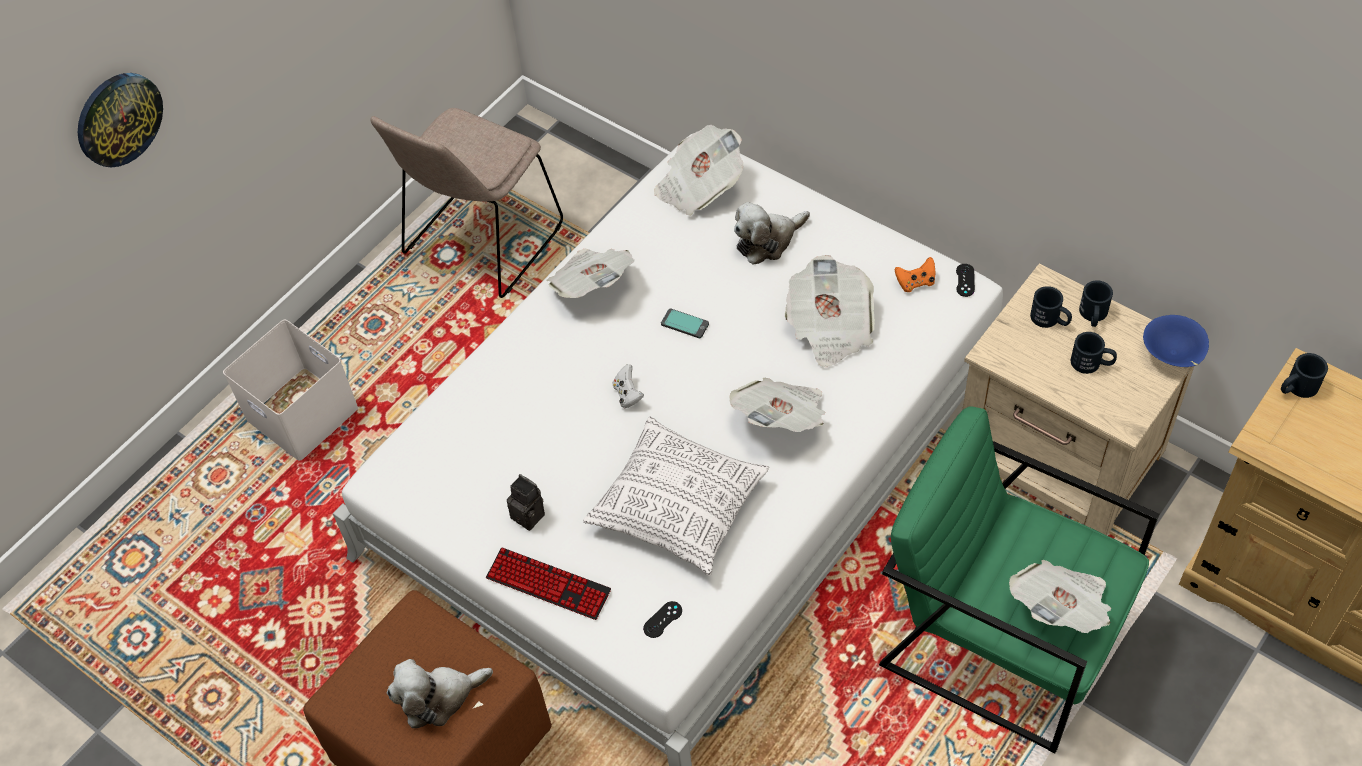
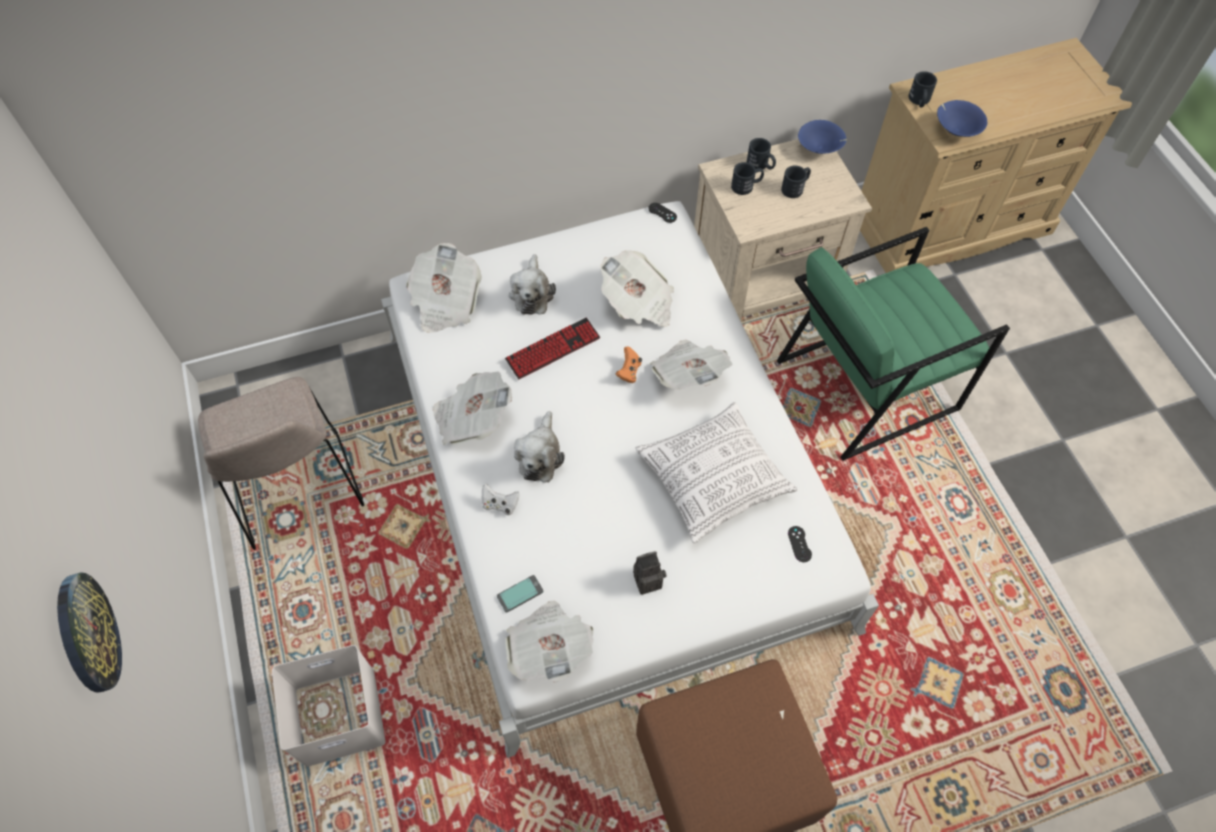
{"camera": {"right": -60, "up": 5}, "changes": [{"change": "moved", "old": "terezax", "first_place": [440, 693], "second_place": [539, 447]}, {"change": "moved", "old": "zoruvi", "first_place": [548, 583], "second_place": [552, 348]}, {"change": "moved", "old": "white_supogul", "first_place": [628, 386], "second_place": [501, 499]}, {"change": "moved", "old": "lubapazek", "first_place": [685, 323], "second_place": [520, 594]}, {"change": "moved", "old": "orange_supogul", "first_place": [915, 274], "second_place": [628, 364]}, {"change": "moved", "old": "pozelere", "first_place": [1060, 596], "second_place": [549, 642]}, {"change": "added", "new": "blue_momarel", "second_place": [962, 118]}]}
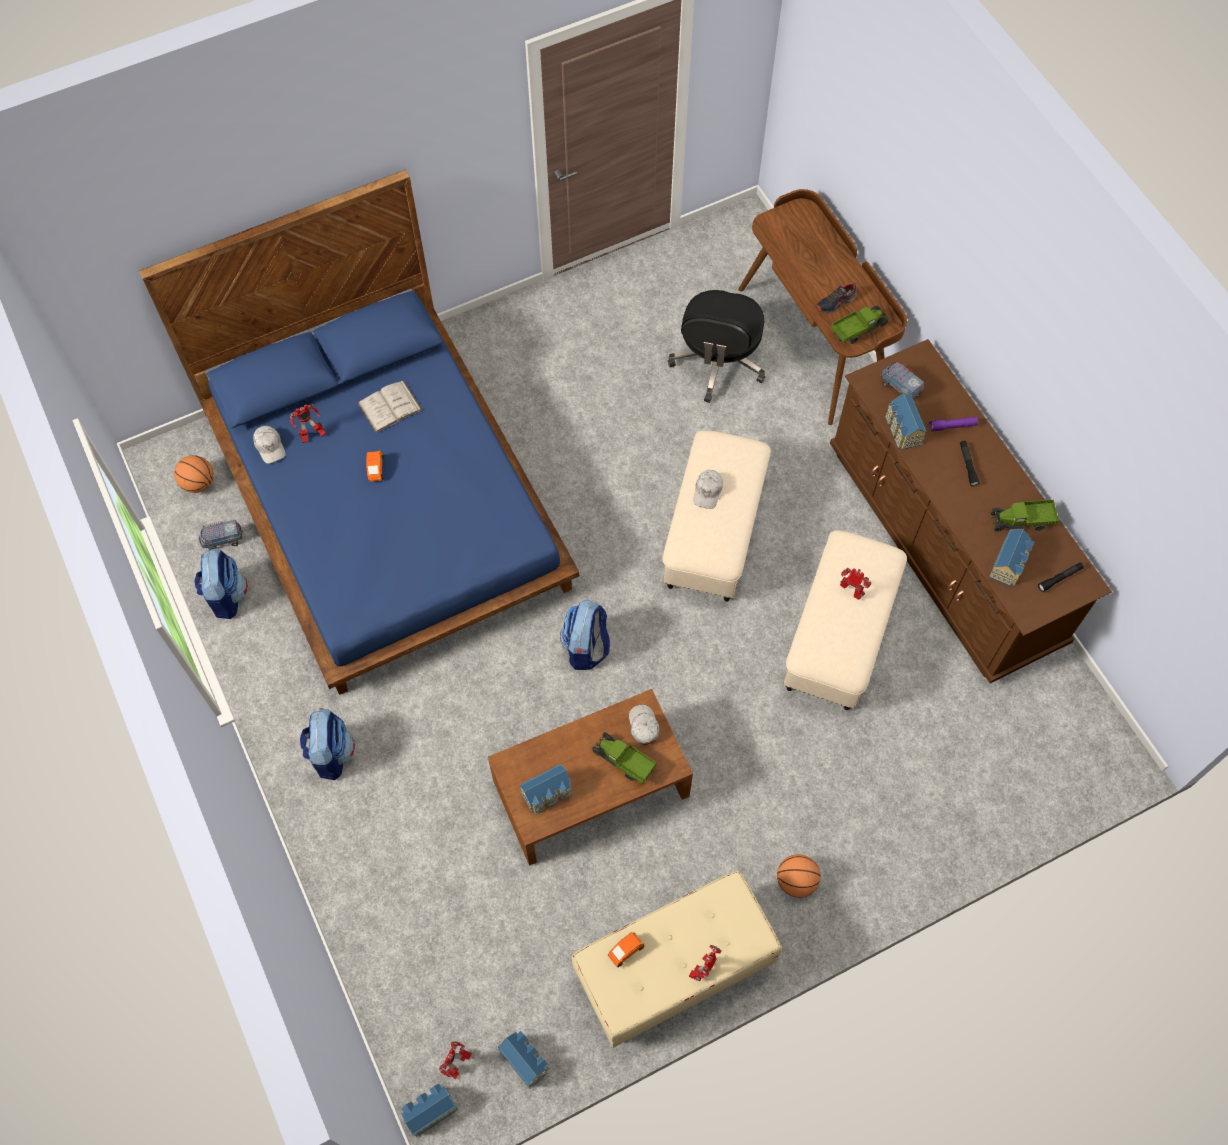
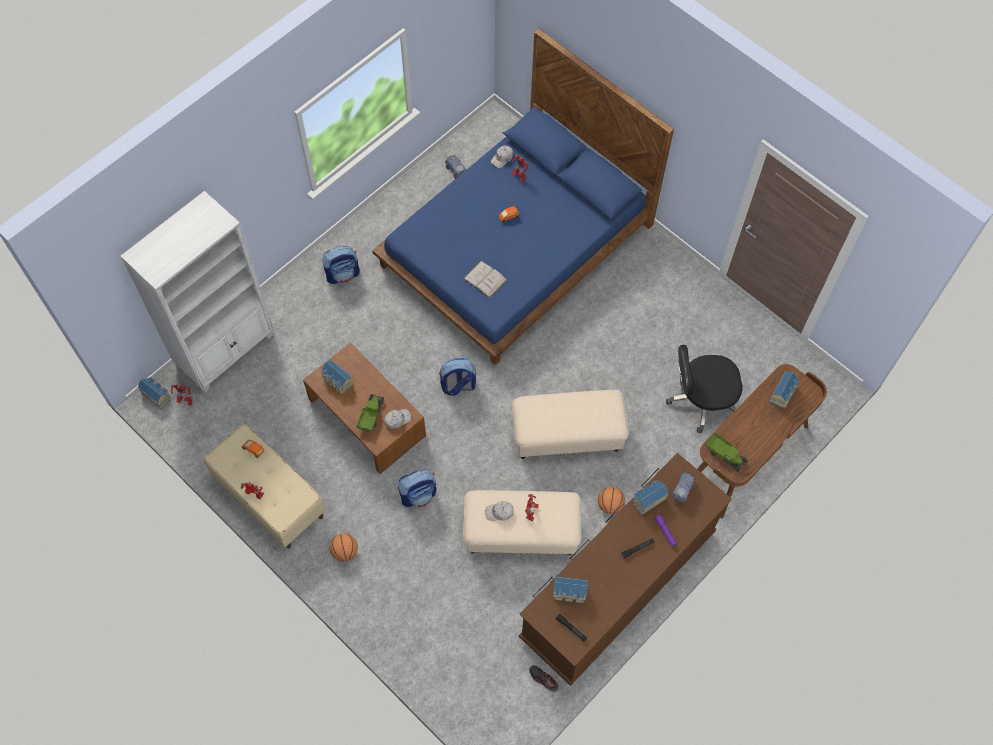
{"camera": {"right": 70, "up": 0}, "changes": [{"change": "moved", "old": "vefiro", "first_place": [194, 474], "second_place": [611, 500]}, {"change": "moved", "old": "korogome", "first_place": [221, 584], "second_place": [417, 488]}, {"change": "moved", "old": "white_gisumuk", "first_place": [390, 407], "second_place": [485, 279]}, {"change": "moved", "old": "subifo", "first_place": [523, 1060], "second_place": [784, 389]}, {"change": "moved", "old": "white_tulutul", "first_place": [708, 489], "second_place": [499, 511]}, {"change": "moved", "old": "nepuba", "first_place": [836, 297], "second_place": [544, 678]}, {"change": "removed", "old": "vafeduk", "first_place": [1024, 516]}, {"change": "added", "new": "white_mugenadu", "second_place": [197, 292]}]}
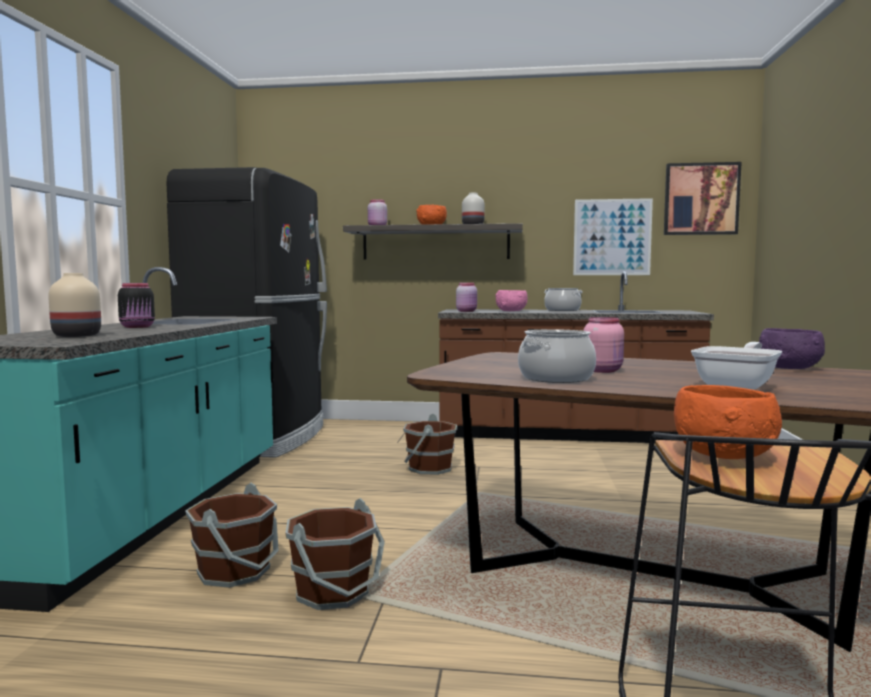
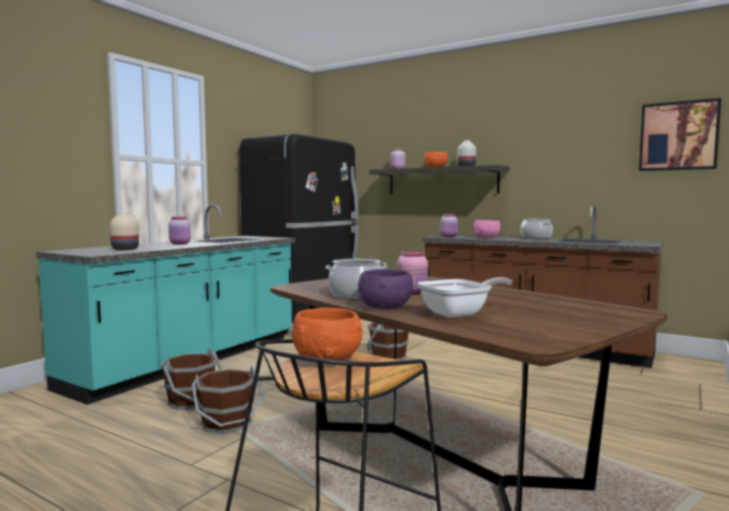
{"camera": {"right": 25, "up": 0}, "changes": [{"change": "recoloured", "old": "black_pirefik", "new": "pink_pirefik", "first_place": [136, 305], "second_place": [180, 230]}, {"change": "removed", "old": "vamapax", "first_place": [613, 236]}, {"change": "moved", "old": "purple_momarel", "first_place": [792, 348], "second_place": [385, 289]}]}
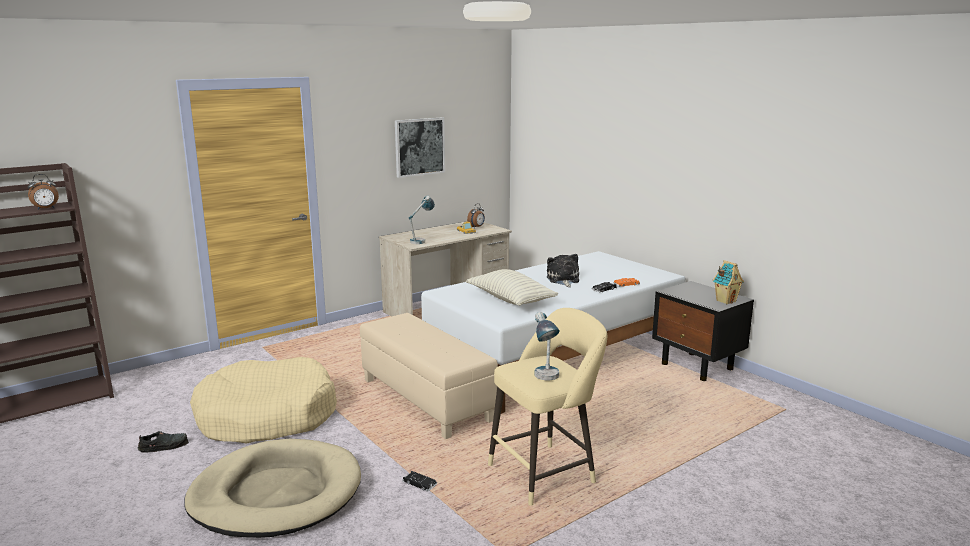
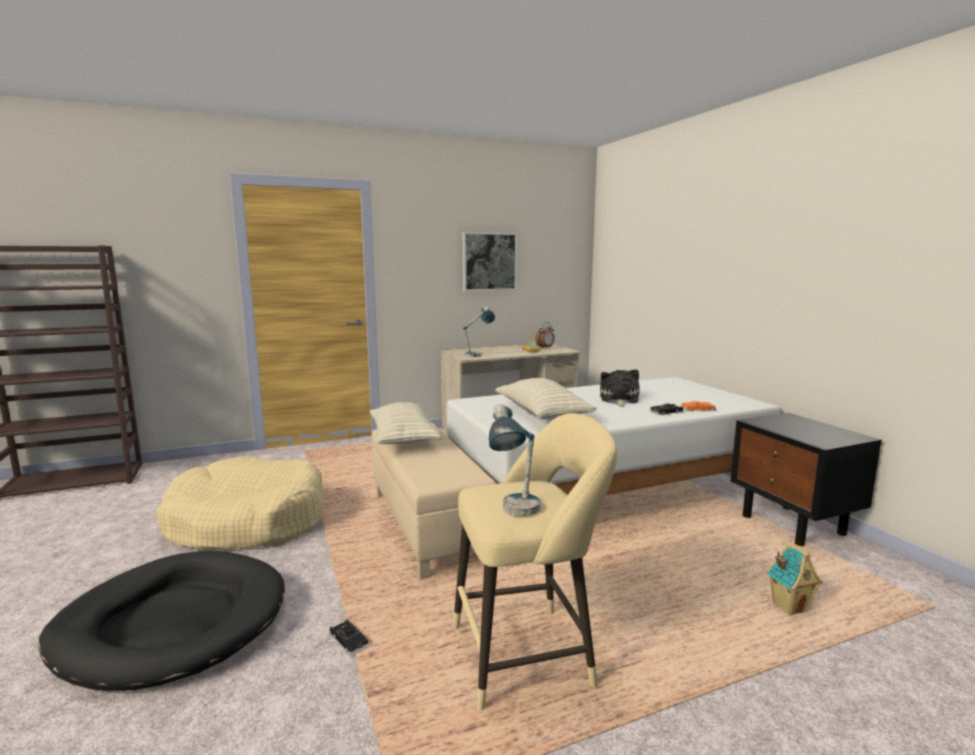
{"camera": {"right": 15, "up": -5}, "changes": [{"change": "removed", "old": "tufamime", "first_place": [43, 192]}, {"change": "removed", "old": "black_nepuba", "first_place": [163, 442]}, {"change": "recoloured", "old": "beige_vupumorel", "new": "black_vupumorel", "first_place": [272, 488], "second_place": [162, 621]}, {"change": "moved", "old": "subifo", "first_place": [728, 282], "second_place": [794, 578]}, {"change": "added", "new": "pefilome", "second_place": [406, 423]}]}
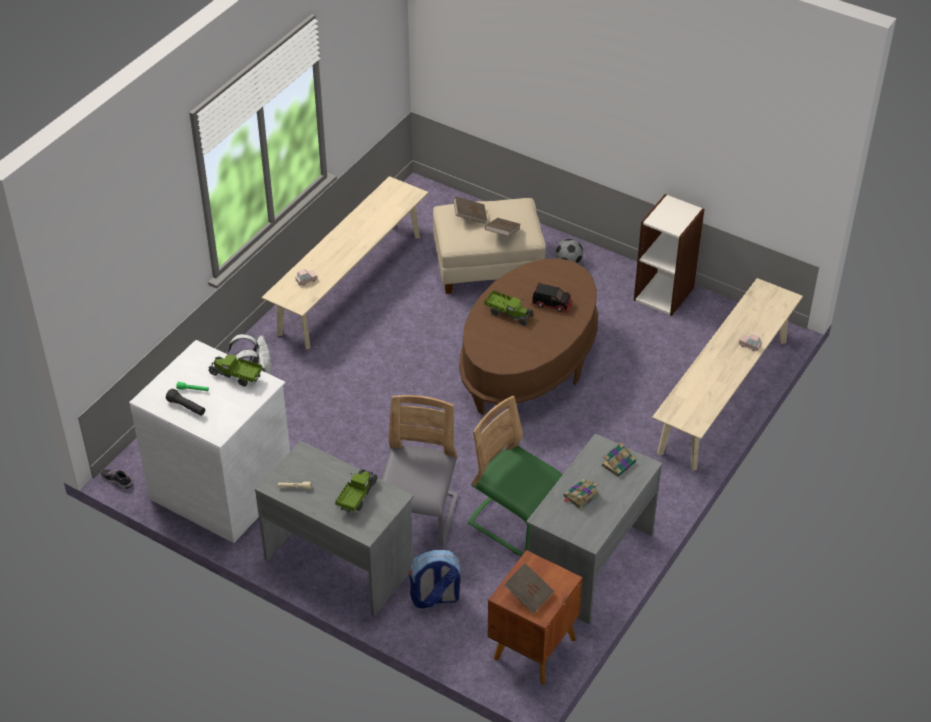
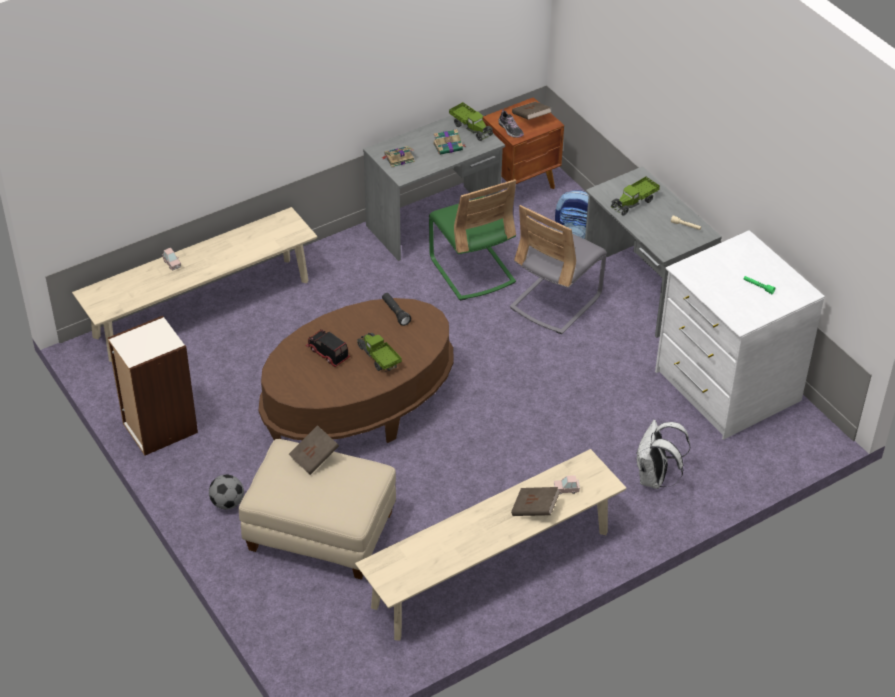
{"camera": {"right": -155, "up": 0}, "changes": [{"change": "moved", "old": "nepuba", "first_place": [117, 479], "second_place": [511, 123]}, {"change": "moved", "old": "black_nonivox", "first_place": [185, 402], "second_place": [396, 309]}, {"change": "moved", "old": "vafeduk", "first_place": [235, 370], "second_place": [471, 121]}, {"change": "moved", "old": "brown_gisumuk", "first_place": [470, 210], "second_place": [535, 501]}]}
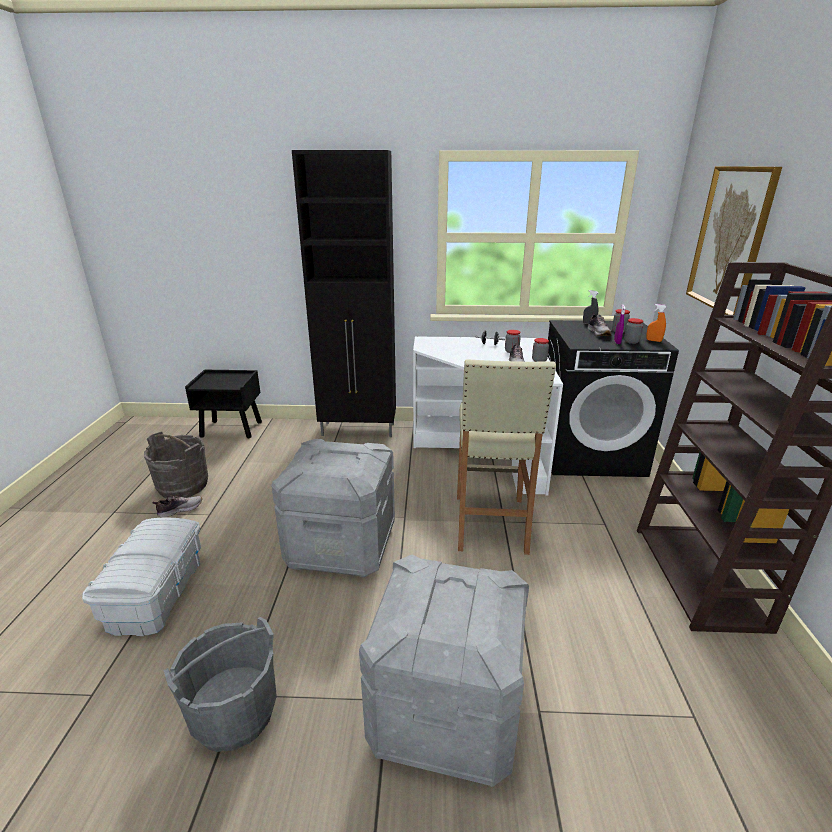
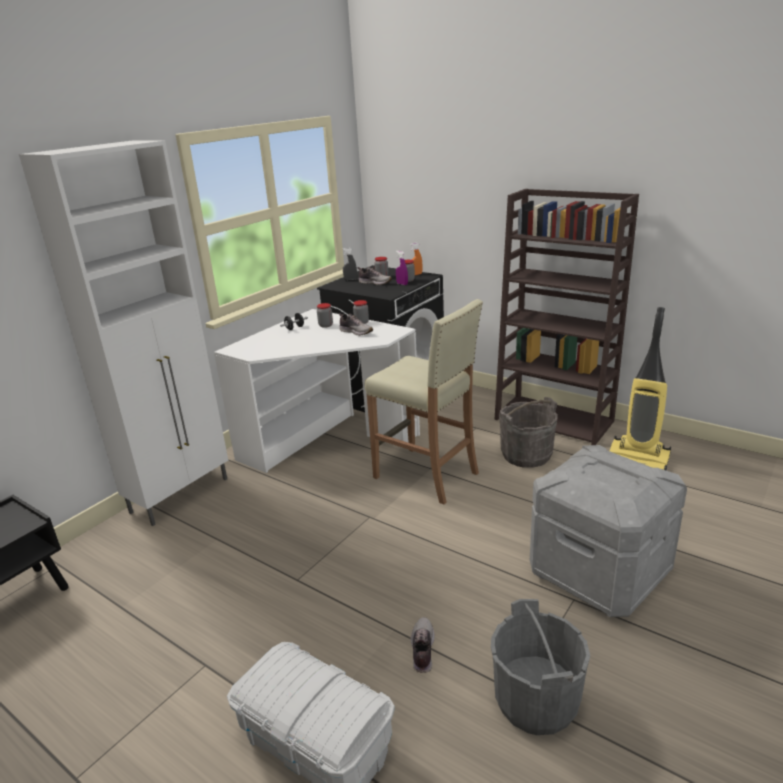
{"camera": {"right": -55, "up": 0}, "changes": [{"change": "moved", "old": "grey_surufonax", "first_place": [176, 465], "second_place": [528, 432]}, {"change": "moved", "old": "nepuba", "first_place": [177, 507], "second_place": [423, 645]}, {"change": "removed", "old": "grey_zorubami", "first_place": [333, 508]}, {"change": "recoloured", "old": "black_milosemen", "new": "white_milosemen", "first_place": [344, 293], "second_place": [123, 333]}, {"change": "removed", "old": "vamapax", "first_place": [734, 240]}, {"change": "added", "new": "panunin", "second_place": [640, 389]}]}
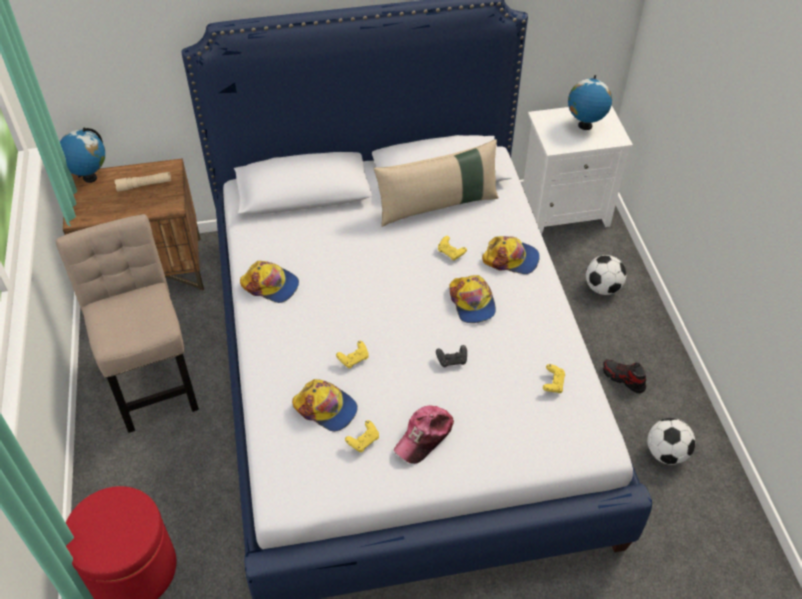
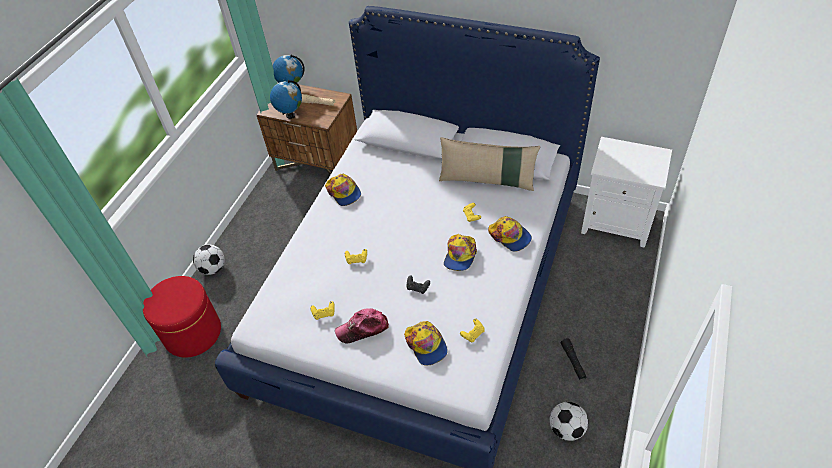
{"camera": {"right": 35, "up": 0}, "changes": [{"change": "removed", "old": "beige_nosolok", "first_place": [127, 323]}, {"change": "moved", "old": "tulutul", "first_place": [325, 405], "second_place": [426, 343]}, {"change": "moved", "old": "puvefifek", "first_place": [590, 102], "second_place": [286, 99]}, {"change": "moved", "old": "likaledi", "first_place": [606, 275], "second_place": [209, 259]}, {"change": "replaced", "old": "nepuba", "new": "black_nonivox", "first_place": [624, 376], "second_place": [573, 359]}]}
